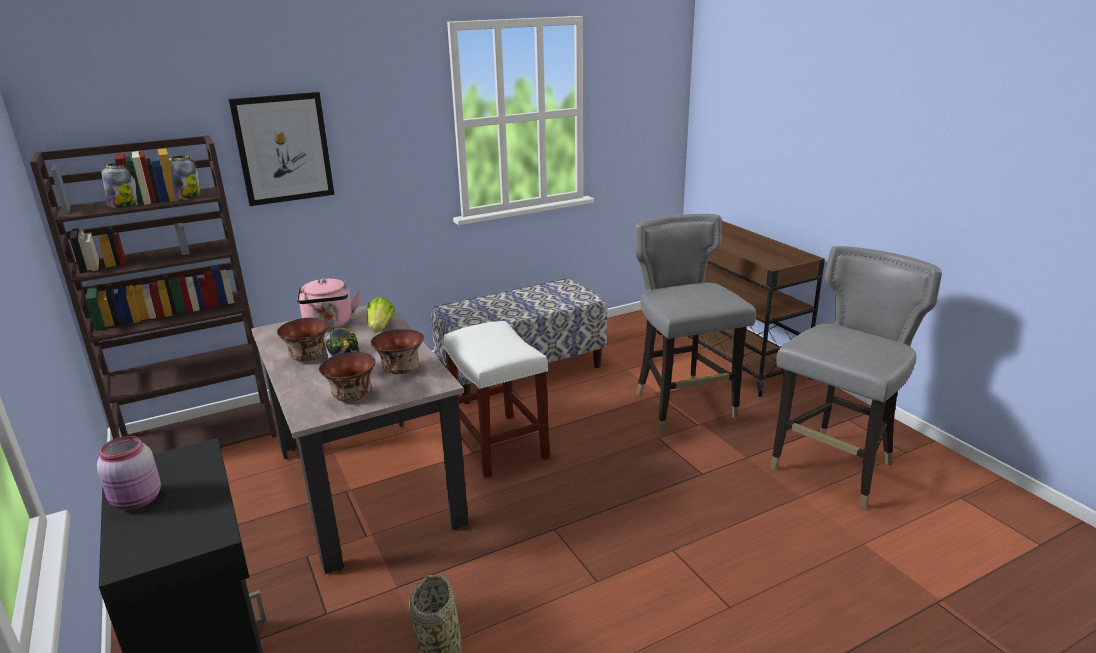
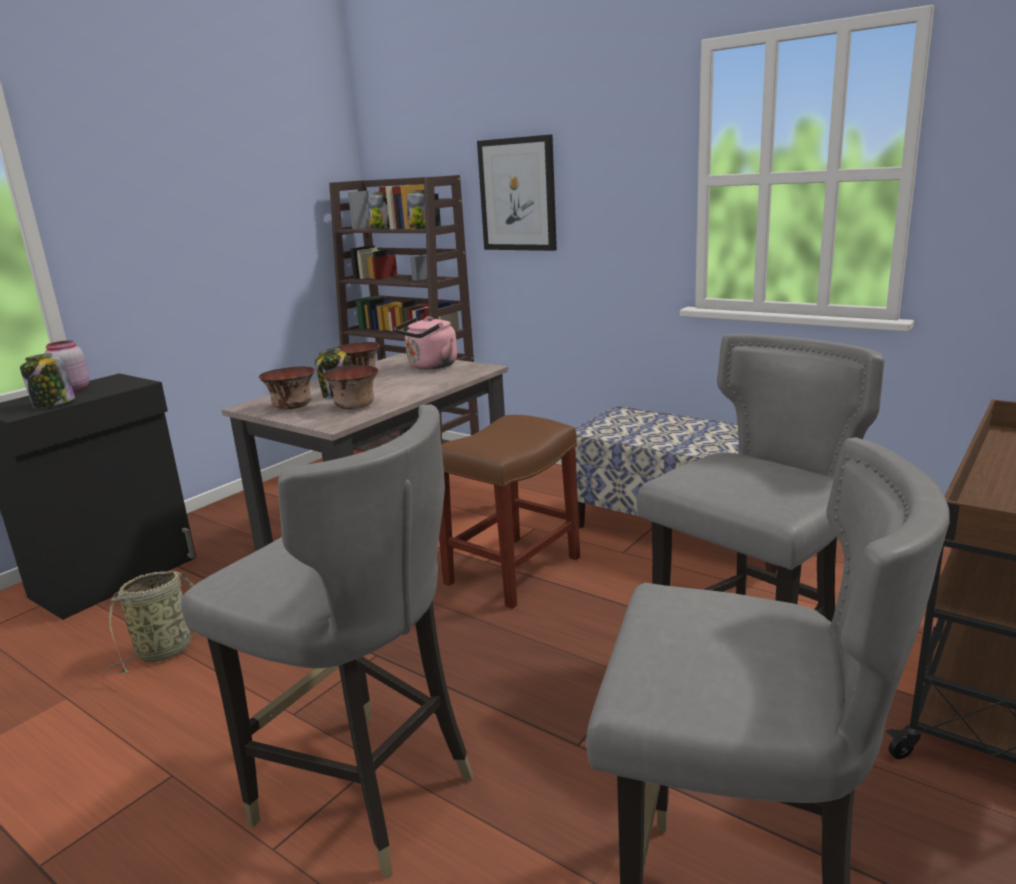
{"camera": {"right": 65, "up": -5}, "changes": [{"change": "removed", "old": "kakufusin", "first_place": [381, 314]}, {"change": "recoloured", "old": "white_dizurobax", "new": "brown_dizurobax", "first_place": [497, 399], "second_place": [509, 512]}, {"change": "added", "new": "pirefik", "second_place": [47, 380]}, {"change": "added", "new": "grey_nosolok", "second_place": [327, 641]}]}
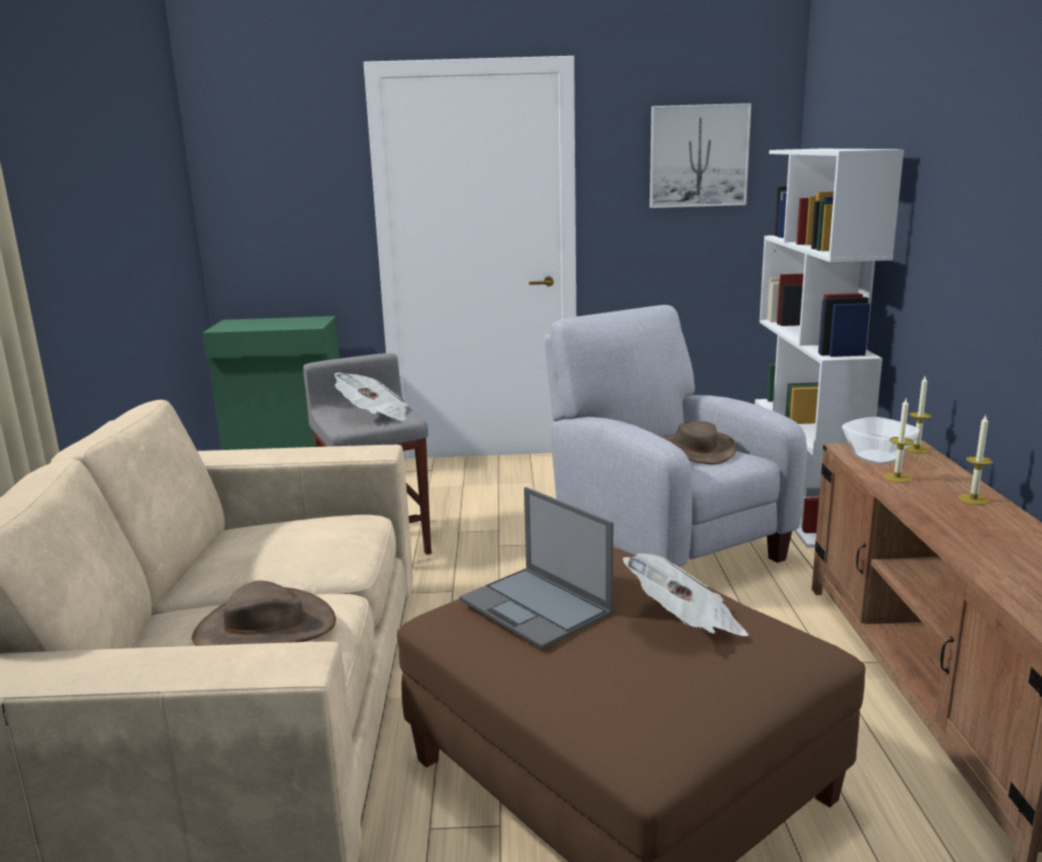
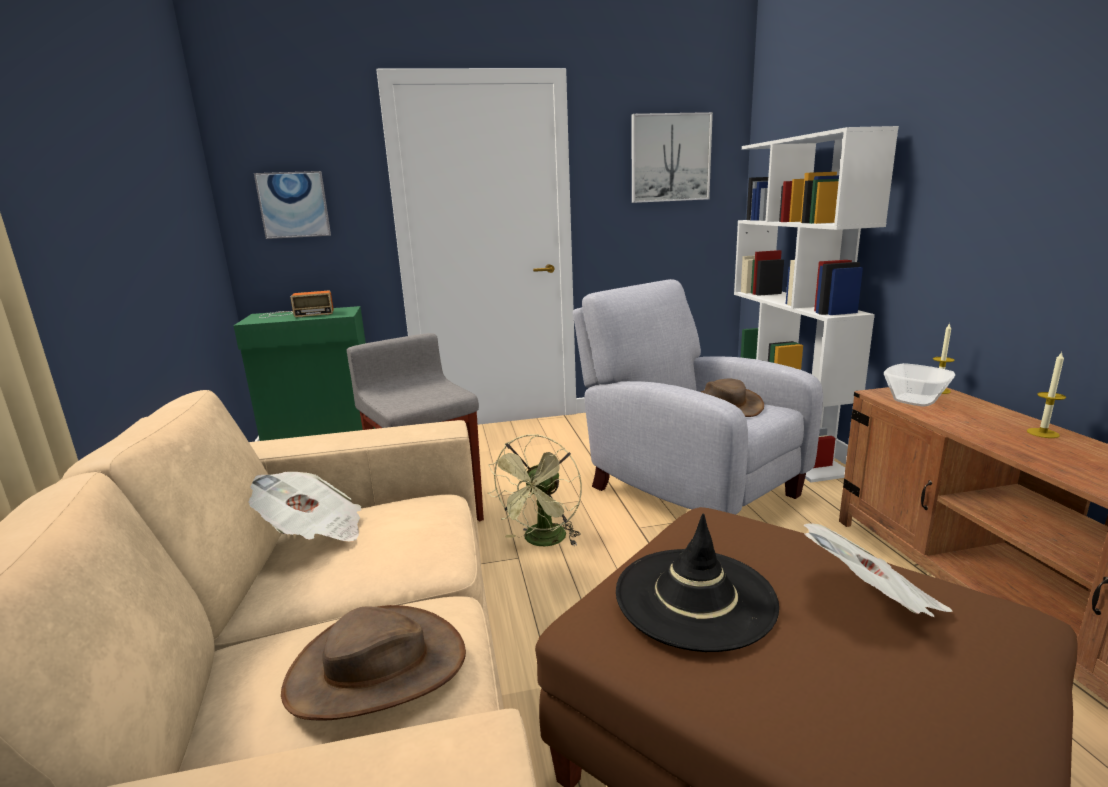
{"camera": {"right": -10, "up": 0}, "changes": [{"change": "moved", "old": "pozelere", "first_place": [371, 396], "second_place": [305, 506]}, {"change": "replaced", "old": "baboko", "new": "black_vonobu", "first_place": [536, 568], "second_place": [697, 582]}, {"change": "removed", "old": "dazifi", "first_place": [898, 441]}, {"change": "added", "new": "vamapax", "second_place": [292, 205]}, {"change": "added", "new": "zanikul", "second_place": [296, 304]}, {"change": "added", "new": "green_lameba", "second_place": [535, 490]}]}
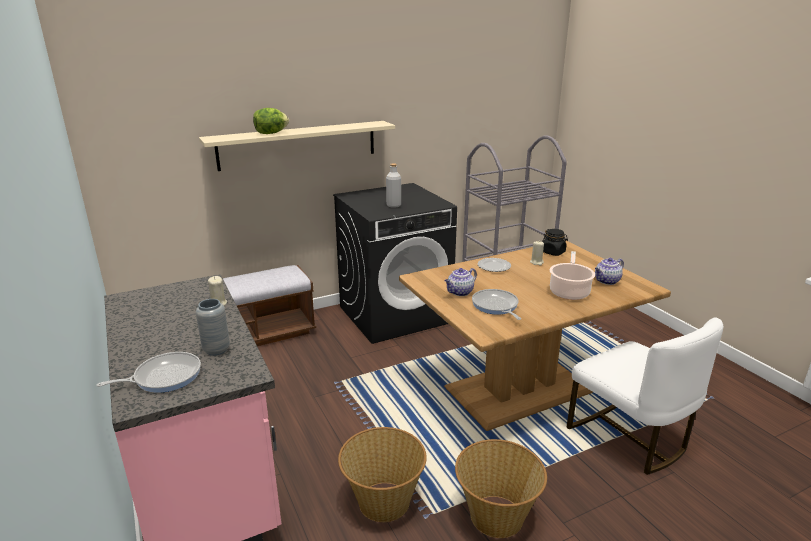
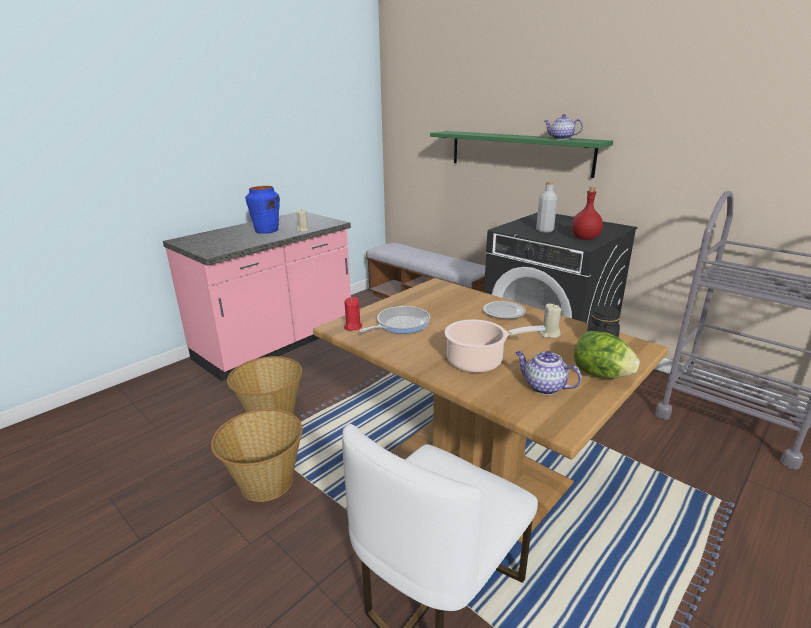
{"camera": {"right": 70, "up": 0}, "changes": [{"change": "removed", "old": "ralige", "first_place": [148, 372]}, {"change": "removed", "old": "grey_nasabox", "first_place": [213, 327]}, {"change": "recoloured", "old": "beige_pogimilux", "new": "green_pogimilux", "first_place": [297, 146], "second_place": [521, 154]}, {"change": "moved", "old": "kakufusin", "first_place": [271, 121], "second_place": [607, 355]}, {"change": "moved", "old": "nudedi", "first_place": [460, 282], "second_place": [564, 127]}, {"change": "added", "new": "blue_nasabox", "second_place": [262, 210]}, {"change": "added", "new": "red_dazifi", "second_place": [353, 314]}, {"change": "added", "new": "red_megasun", "second_place": [587, 213]}]}
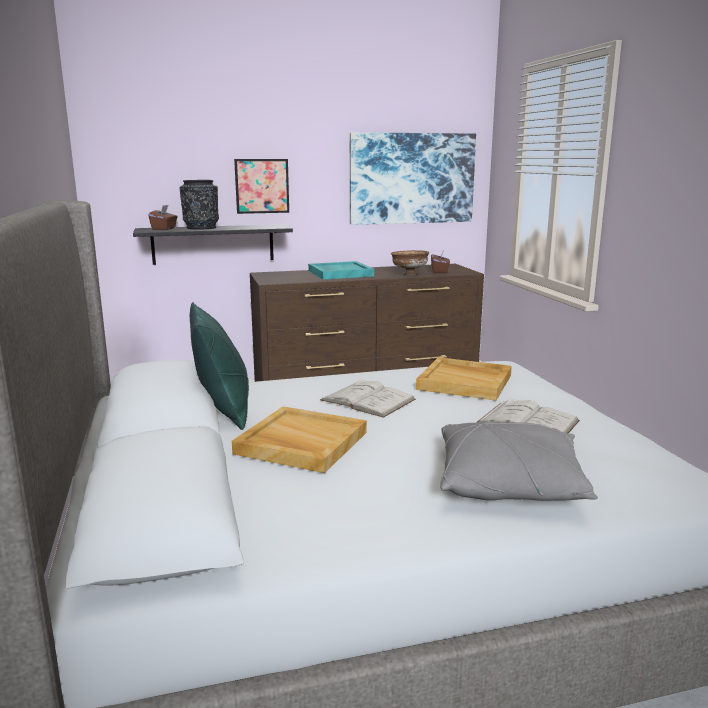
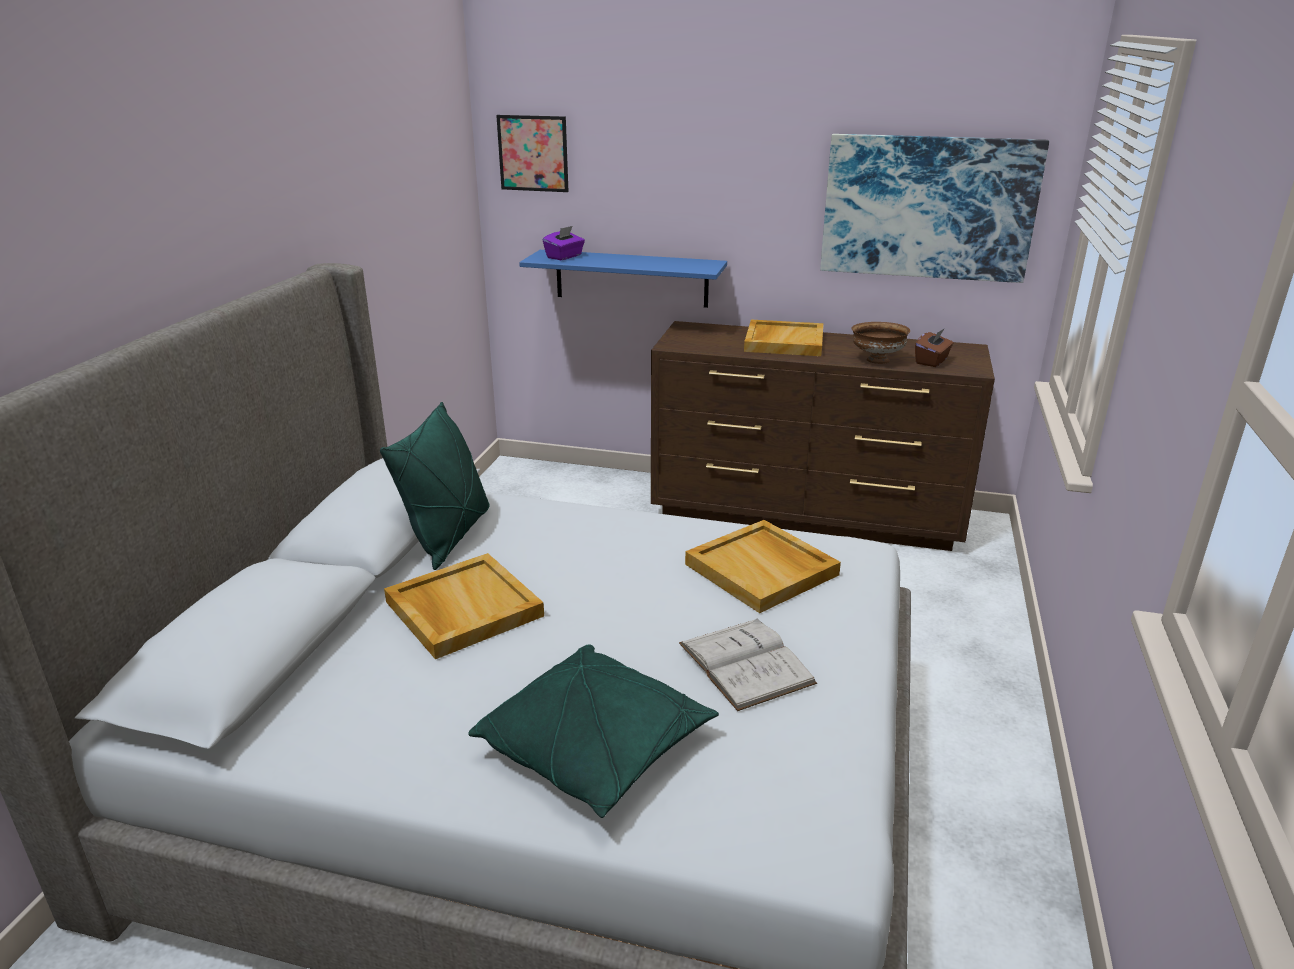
{"camera": {"right": 30, "up": 10}, "changes": [{"change": "recoloured", "old": "black_pogimilux", "new": "blue_pogimilux", "first_place": [213, 244], "second_place": [623, 279]}, {"change": "recoloured", "old": "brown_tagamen", "new": "purple_tagamen", "first_place": [163, 217], "second_place": [564, 243]}, {"change": "removed", "old": "black_nasabox", "first_place": [199, 205]}, {"change": "moved", "old": "vamapax", "first_place": [261, 186], "second_place": [532, 153]}, {"change": "recoloured", "old": "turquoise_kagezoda", "new": "beige_kagezoda", "first_place": [341, 270], "second_place": [783, 338]}, {"change": "removed", "old": "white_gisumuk", "first_place": [368, 398]}, {"change": "recoloured", "old": "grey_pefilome", "new": "green_pefilome", "first_place": [519, 461], "second_place": [593, 731]}]}
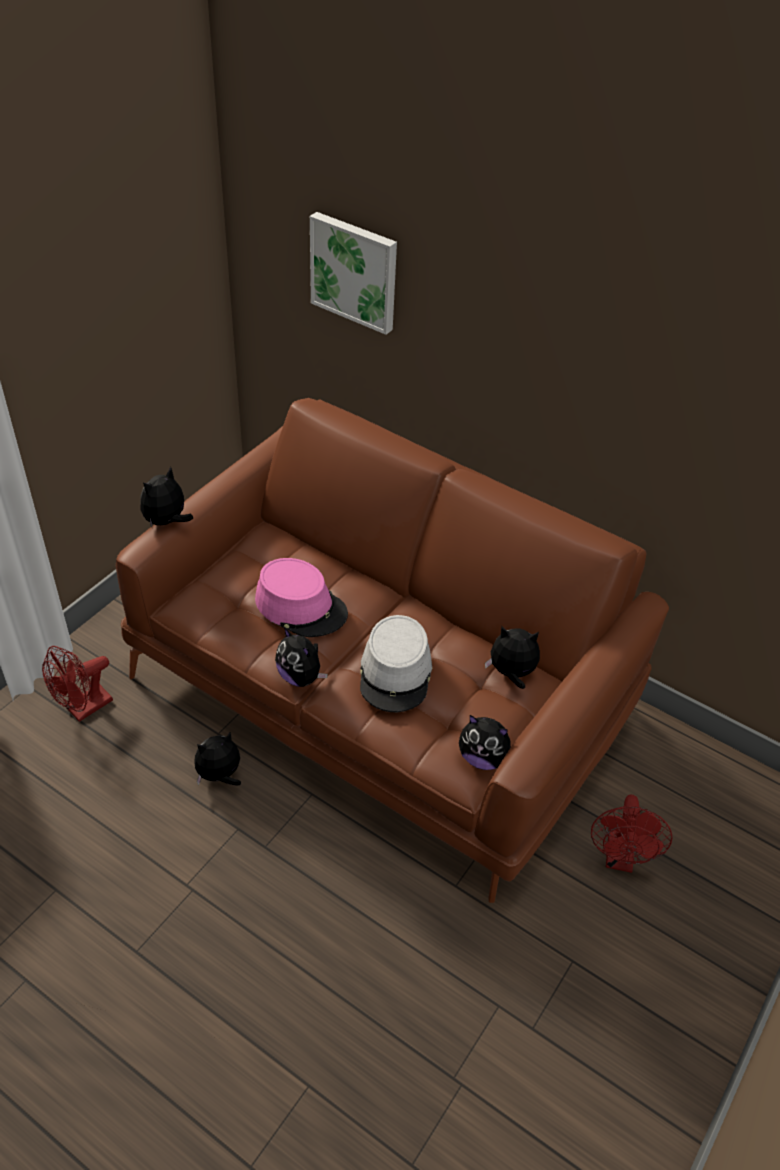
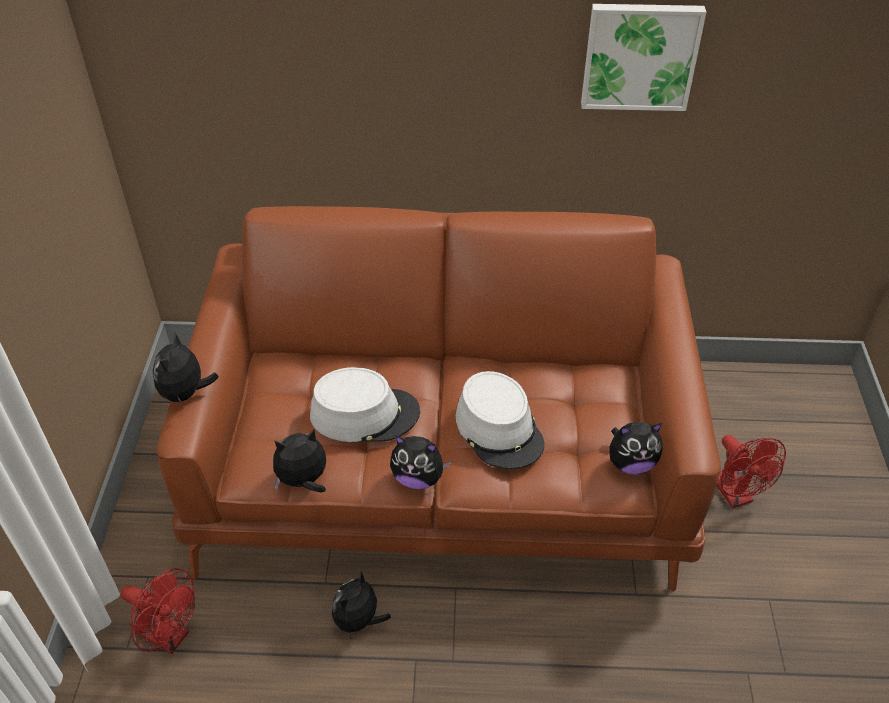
{"camera": {"right": -30, "up": 0}, "changes": [{"change": "turned", "old": "red_lameba", "first_place": [77, 684], "second_place": [158, 611], "degrees": -75}, {"change": "recoloured", "old": "pink_vonobu", "new": "grey_vonobu", "first_place": [301, 597], "second_place": [365, 404]}, {"change": "moved", "old": "vamapax", "first_place": [353, 273], "second_place": [643, 57]}, {"change": "moved", "old": "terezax", "first_place": [512, 657], "second_place": [299, 460]}]}
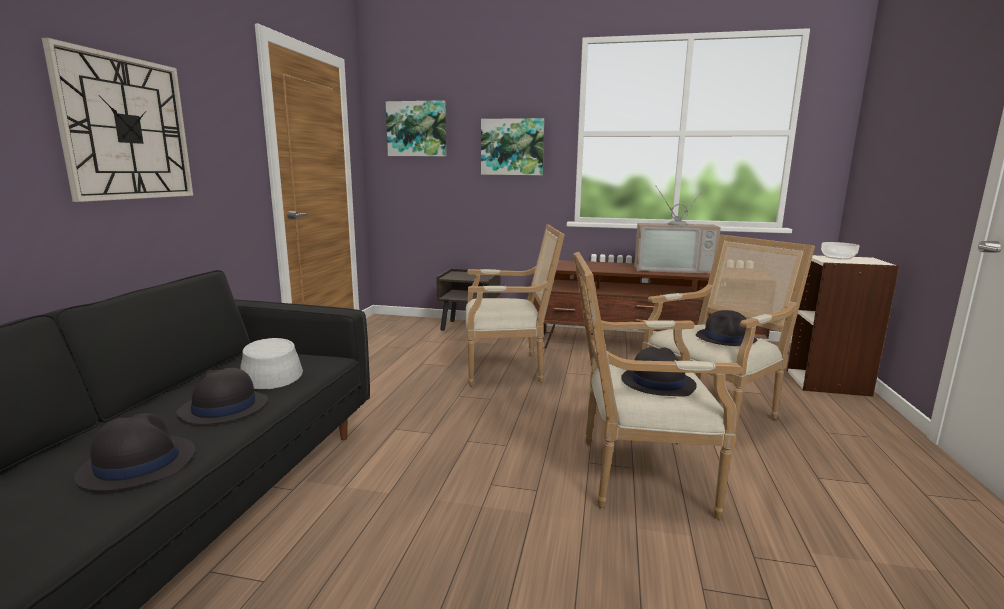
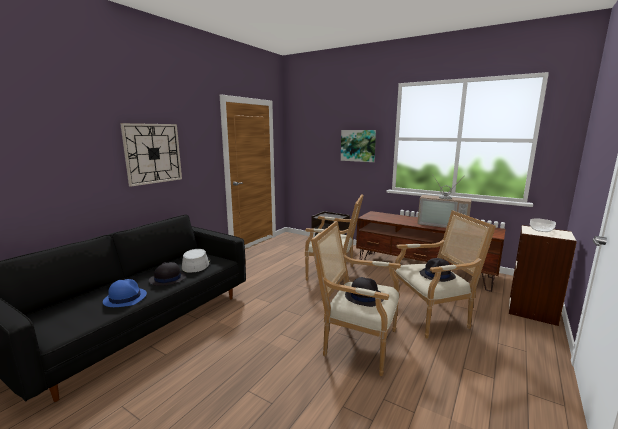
{"camera": {"right": 20, "up": 0}, "changes": [{"change": "recoloured", "old": "black_vonobu", "new": "blue_vonobu", "first_place": [135, 452], "second_place": [125, 293]}, {"change": "removed", "old": "vamapax", "first_place": [416, 128]}]}
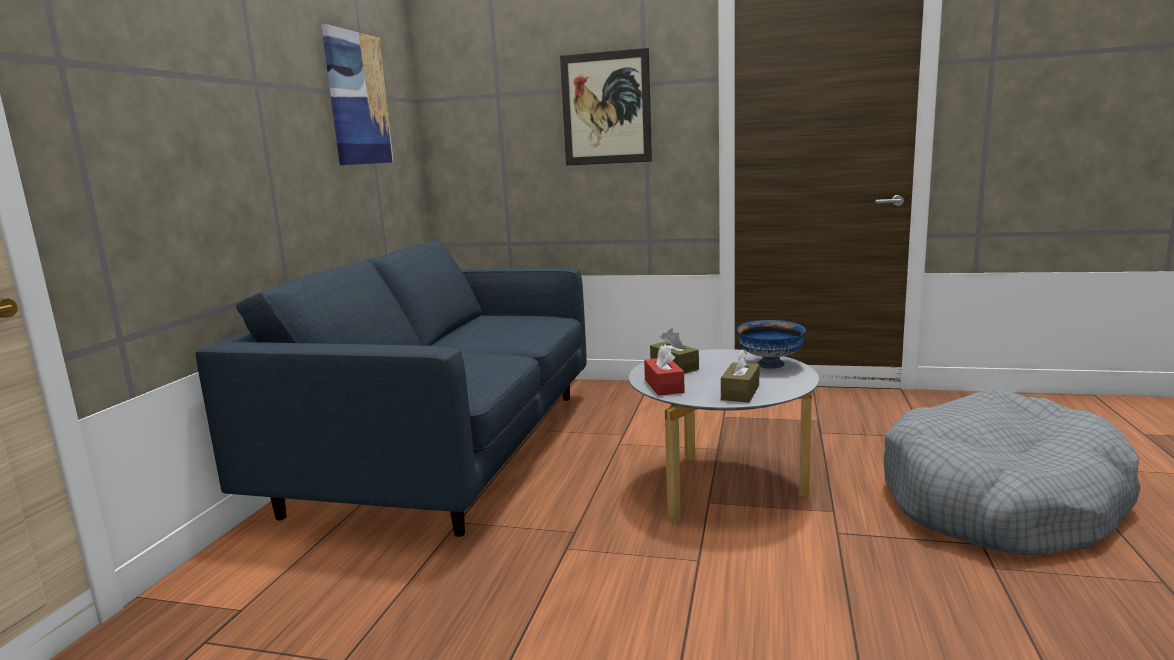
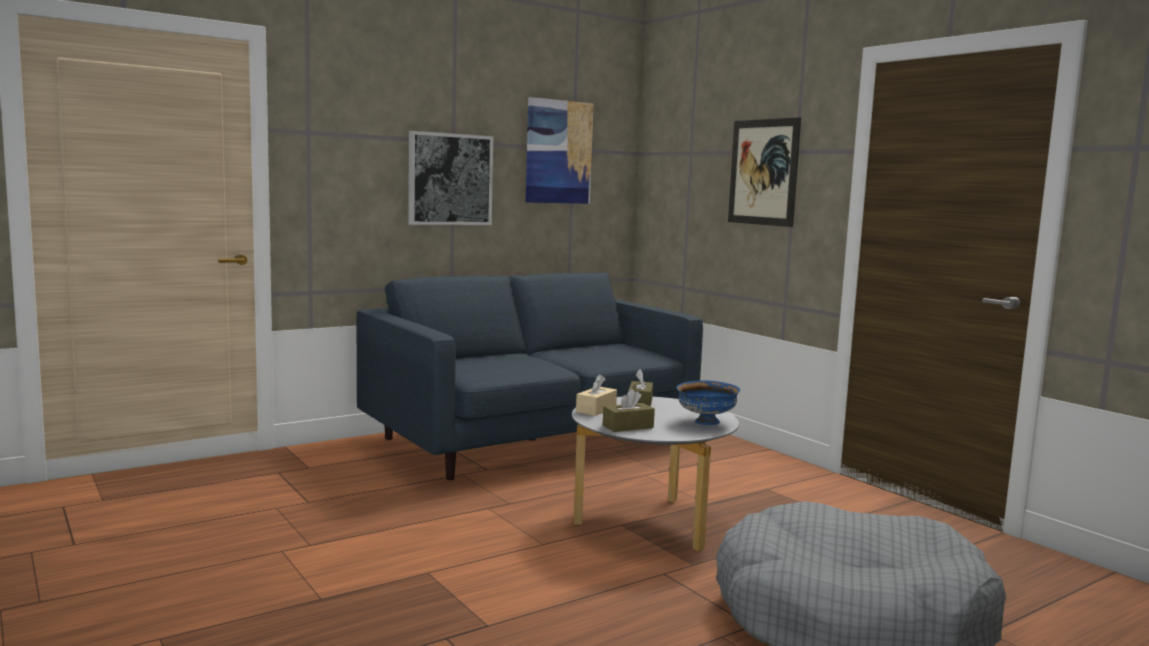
{"camera": {"right": 40, "up": -5}, "changes": [{"change": "recoloured", "old": "red_tagamen", "new": "beige_tagamen", "first_place": [664, 370], "second_place": [596, 395]}, {"change": "added", "new": "vamapax", "second_place": [450, 178]}]}
